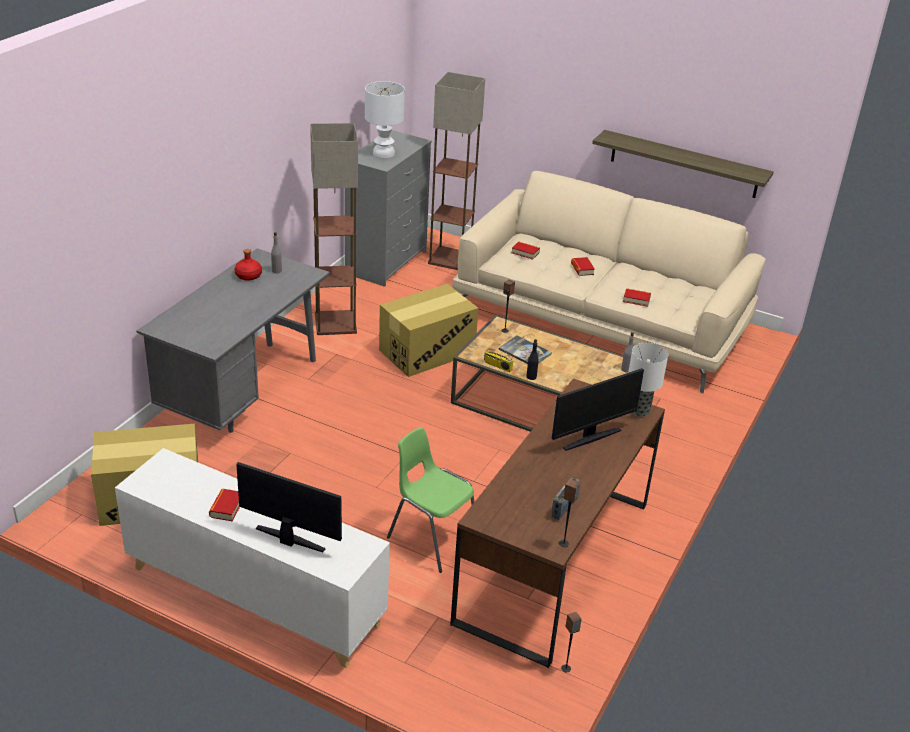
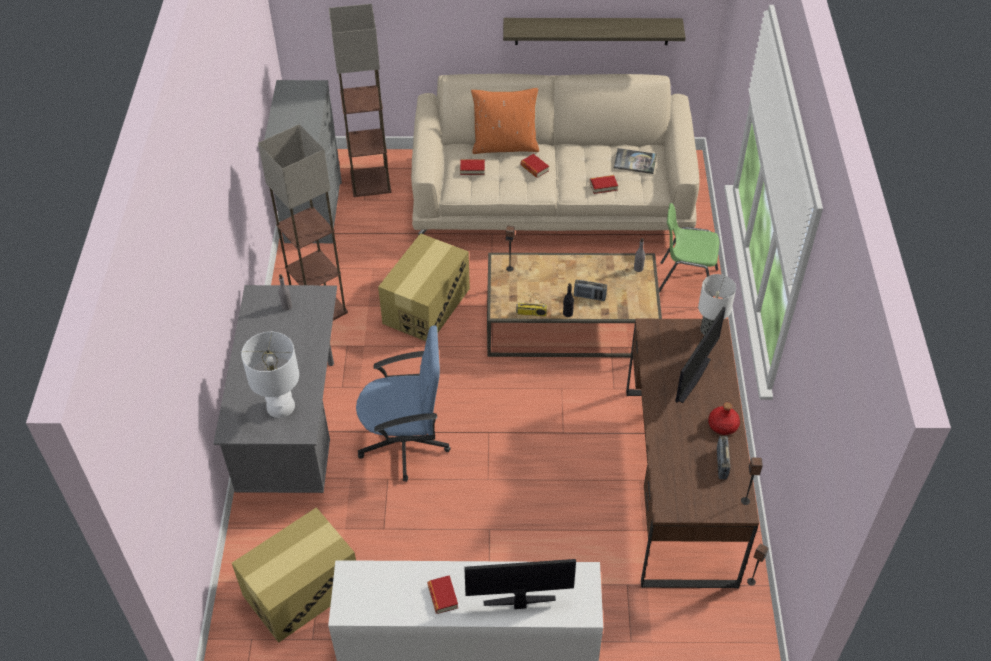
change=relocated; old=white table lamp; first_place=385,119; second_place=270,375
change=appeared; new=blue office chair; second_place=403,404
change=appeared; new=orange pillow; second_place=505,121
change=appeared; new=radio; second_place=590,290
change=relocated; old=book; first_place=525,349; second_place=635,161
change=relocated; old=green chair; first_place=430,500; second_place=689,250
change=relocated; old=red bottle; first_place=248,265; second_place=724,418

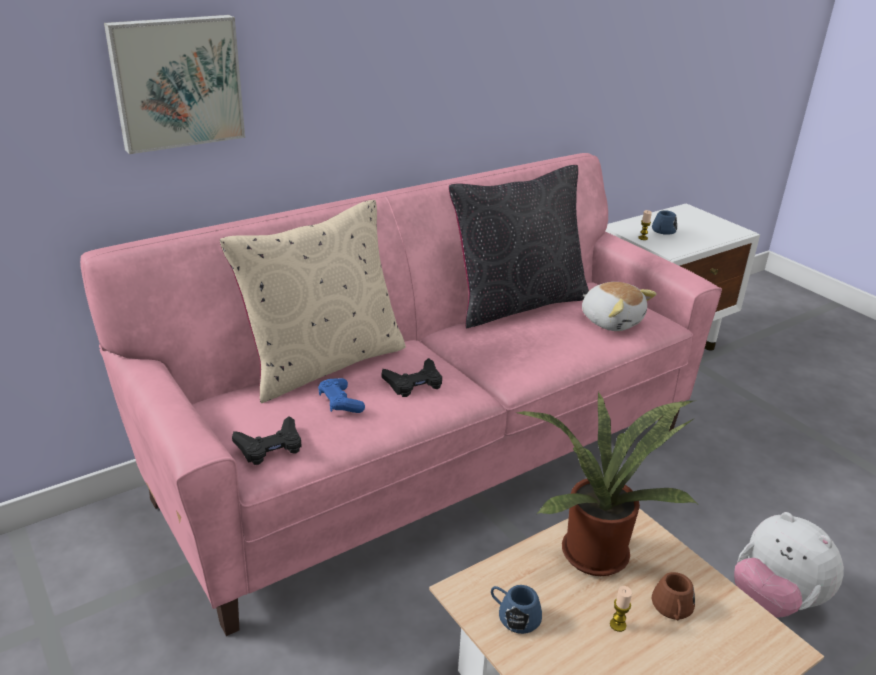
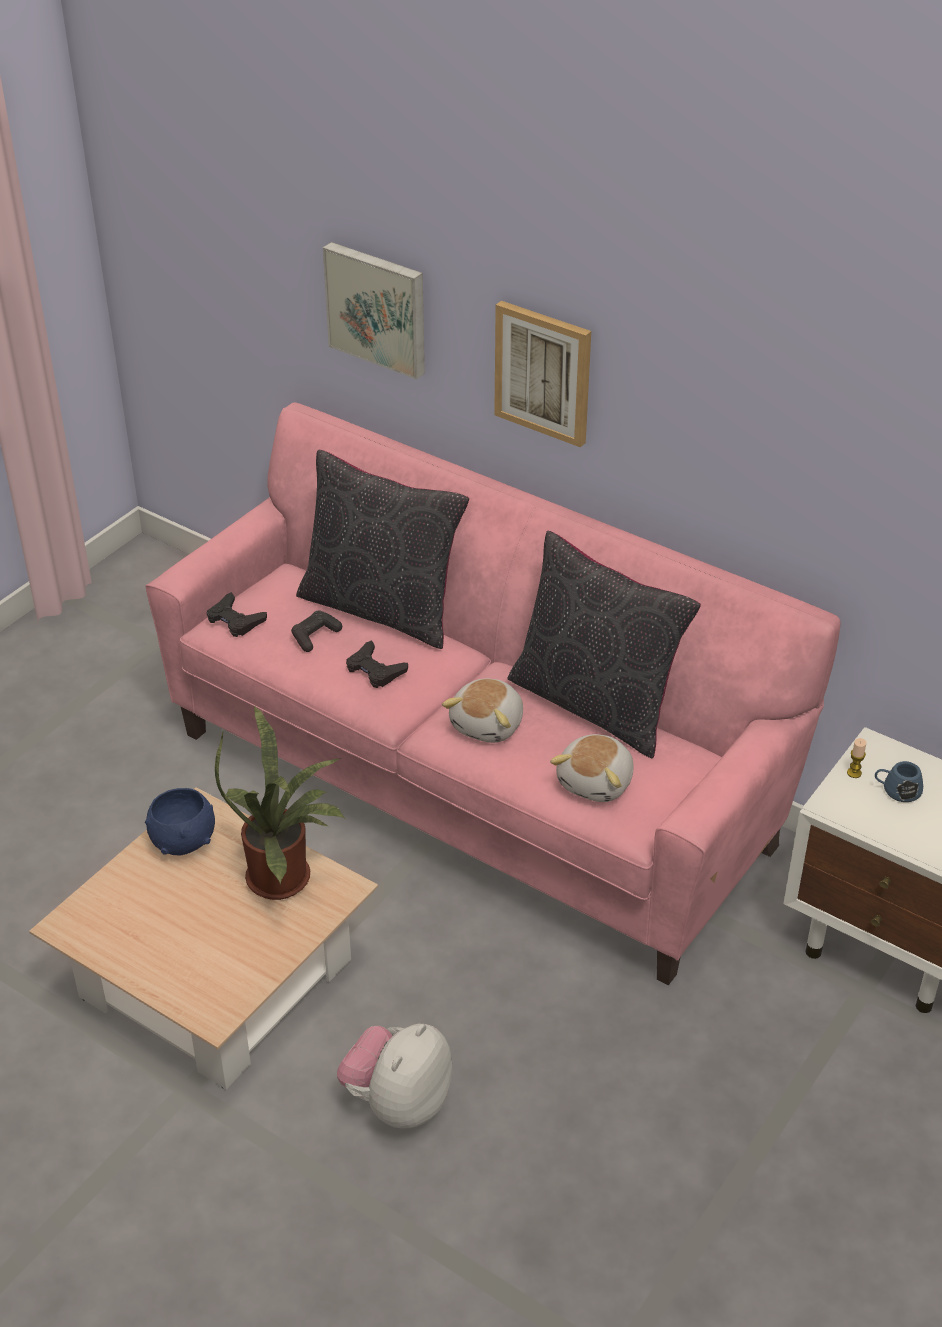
change=exchanged; old=blue mug; new=blue bowl; first_place=516,609; second_place=180,821
change=colour; old=blue game controller; new=black game controller; first_place=341,395; second_place=316,631
change=colour; old=beige pillow; new=black pillow; first_place=313,301; second_place=382,549
change=appeared; new=plush toy; second_place=482,710
change=appeared; new=picture; second_place=542,374
change=missing; old=candle; first_place=621,609
change=missing; old=brown mug; first_place=673,596

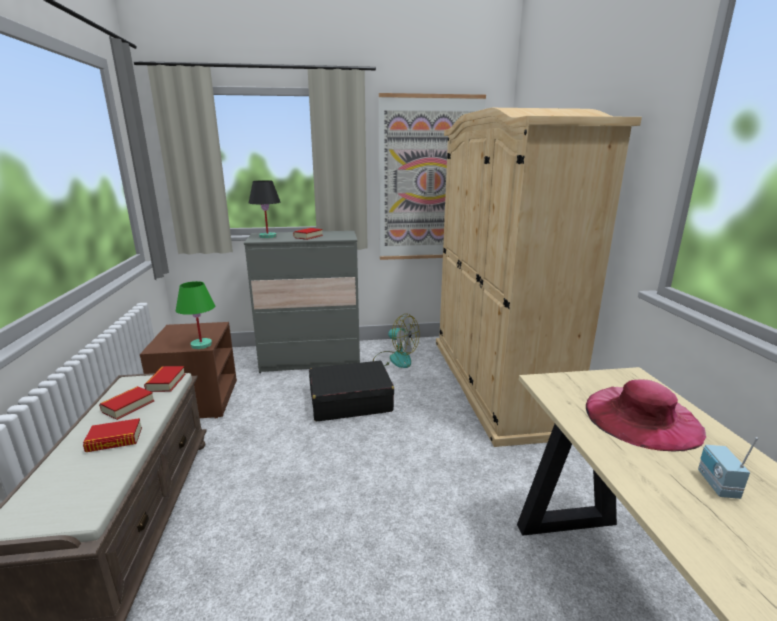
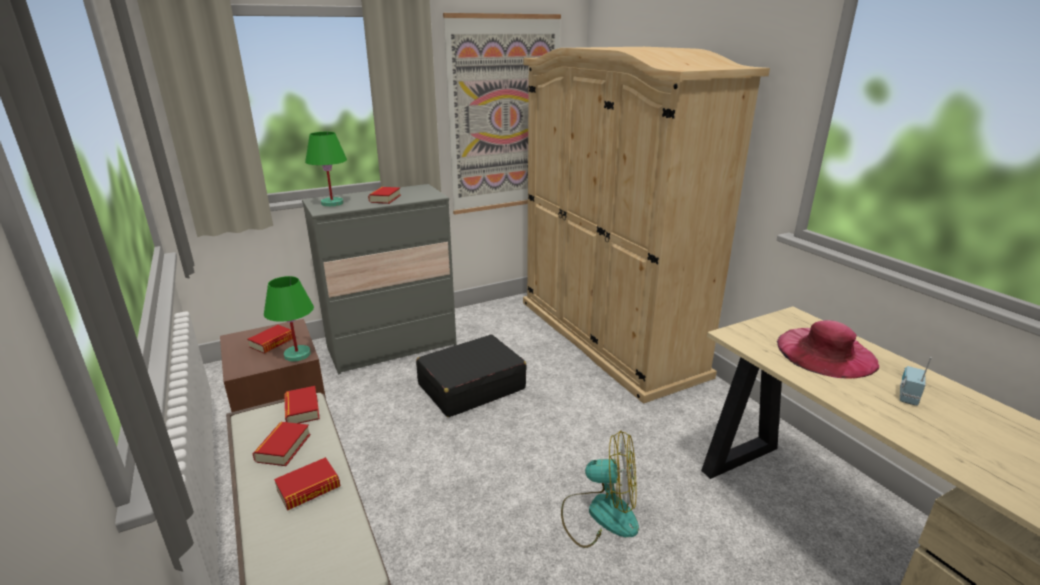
change=appeared; new=book; second_place=270,339
change=colour; old=black table lamp; new=green table lamp; first_place=264,209; second_place=326,169
change=relocated; old=fan; first_place=396,341; second_place=600,489
change=spun; old=radio; first_place=728,468; second_place=916,381; degrees=45

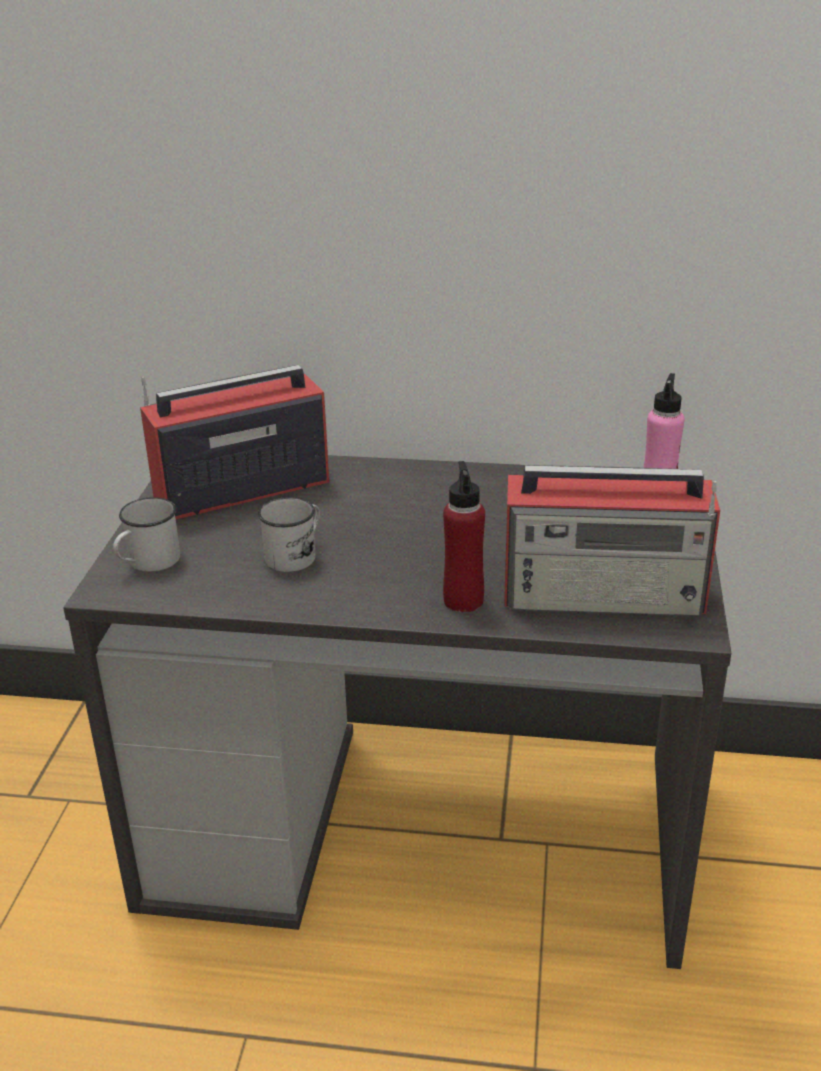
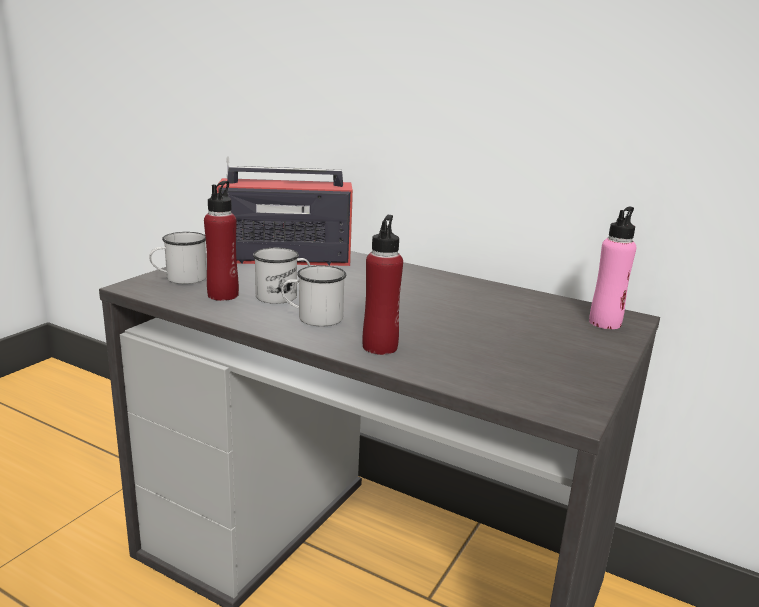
change=appeared; new=red bottle; second_place=221,241
change=appeared; new=white mug; second_place=313,296
change=missing; old=radio; first_place=612,541

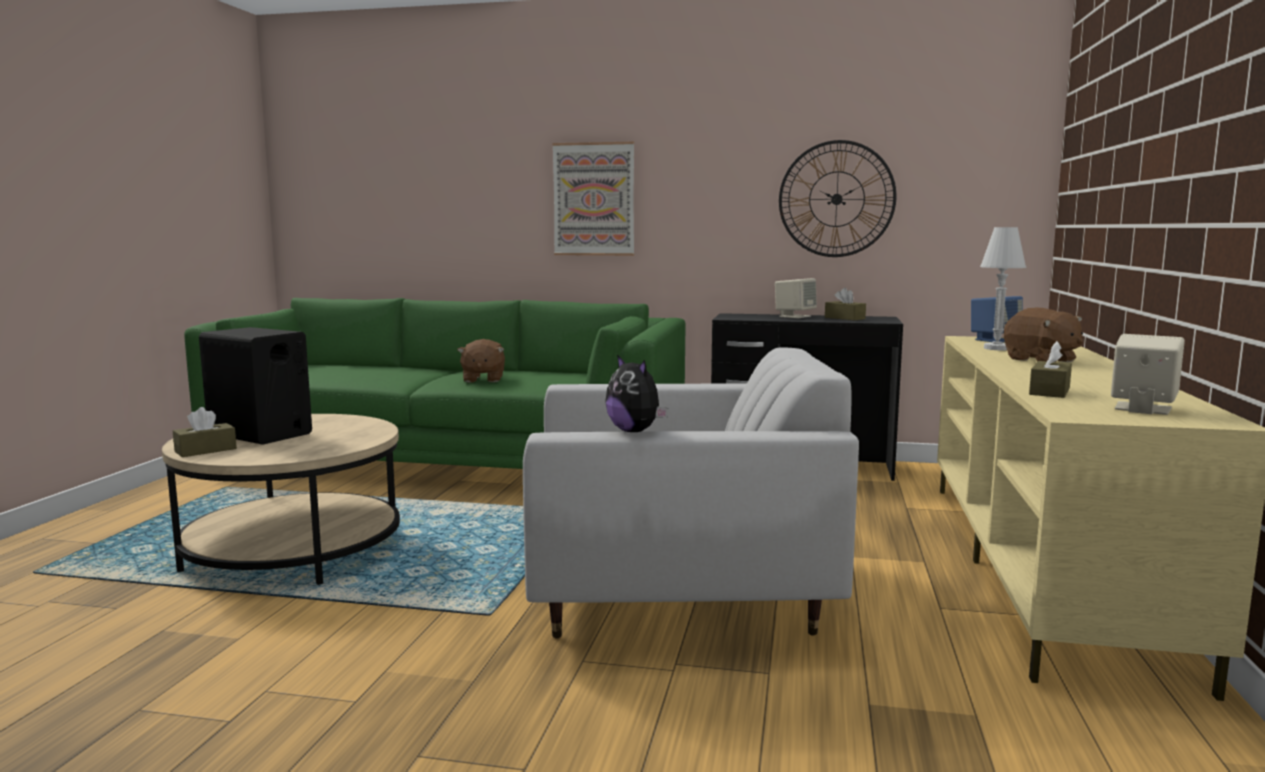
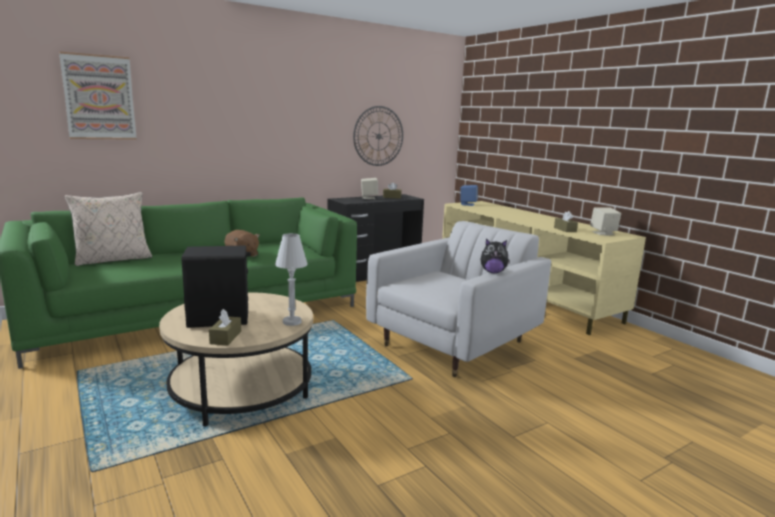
change=relocated; old=picture; first_place=593,199; second_place=98,95
change=appeared; new=beige pillow; second_place=108,229
change=relocated; old=white table lamp; first_place=1003,288; second_place=291,279
change=missing; old=brown plush toy; first_place=1043,335

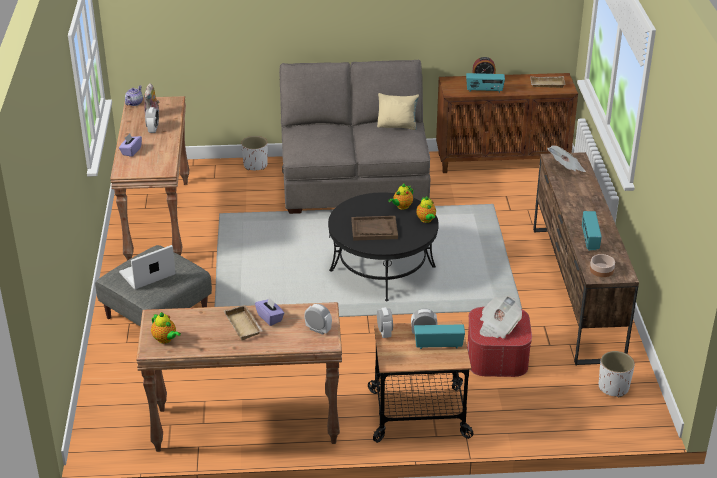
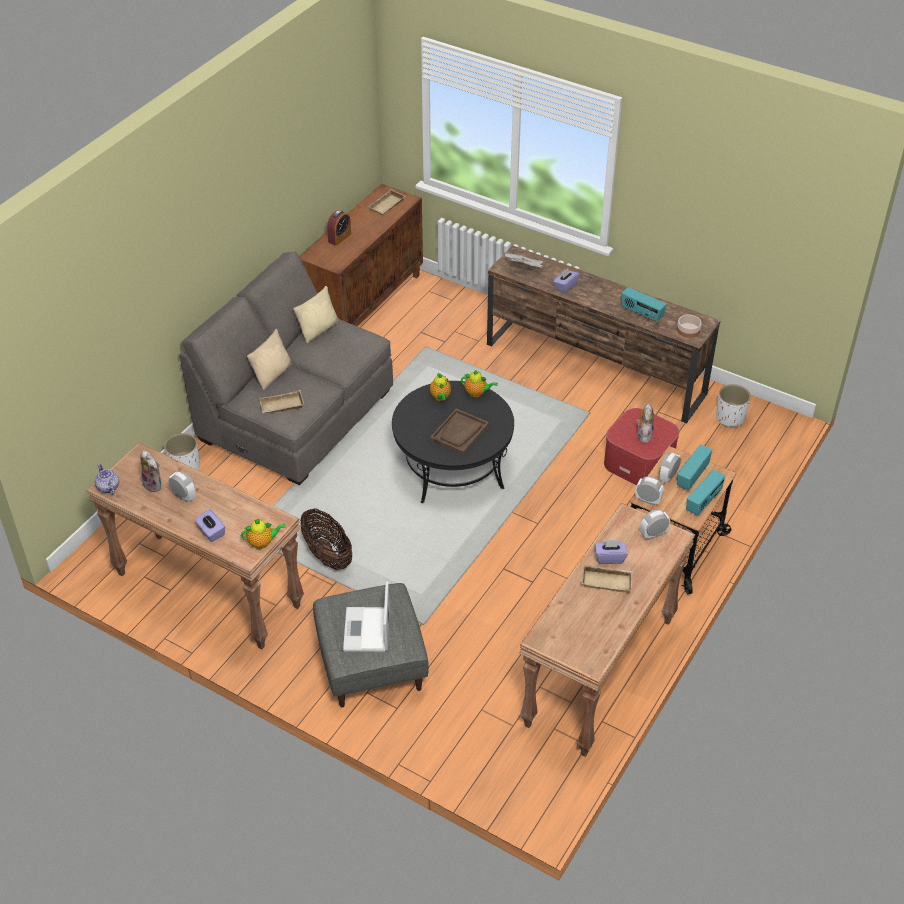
change=relocated; old=teapot; first_place=166,328; second_place=263,534
change=appeared; new=beige pillow; second_place=269,359
change=appeared; new=beige tray; second_place=281,401
change=appeared; new=basket; second_place=326,539
change=appeared; new=purple tissue box; second_place=566,280
change=exchanged; old=newspaper; new=plush toy; first_place=501,317; second_place=645,423
change=relocated; old=radio; first_place=485,83; second_place=705,493

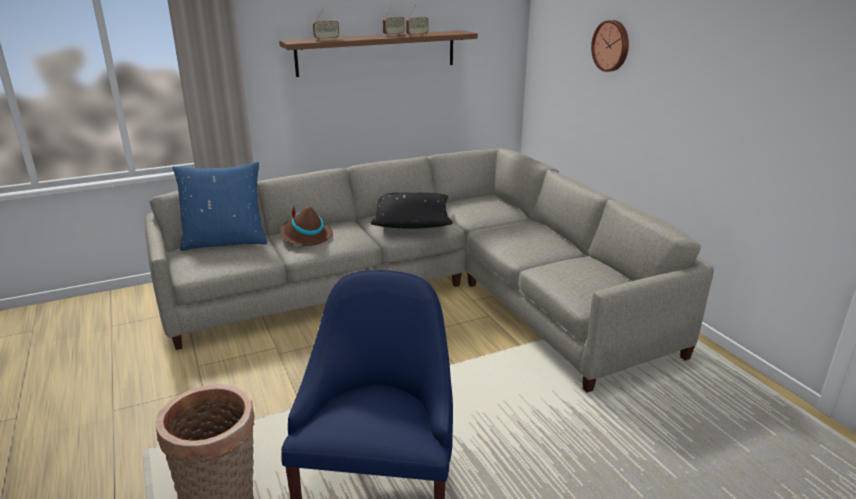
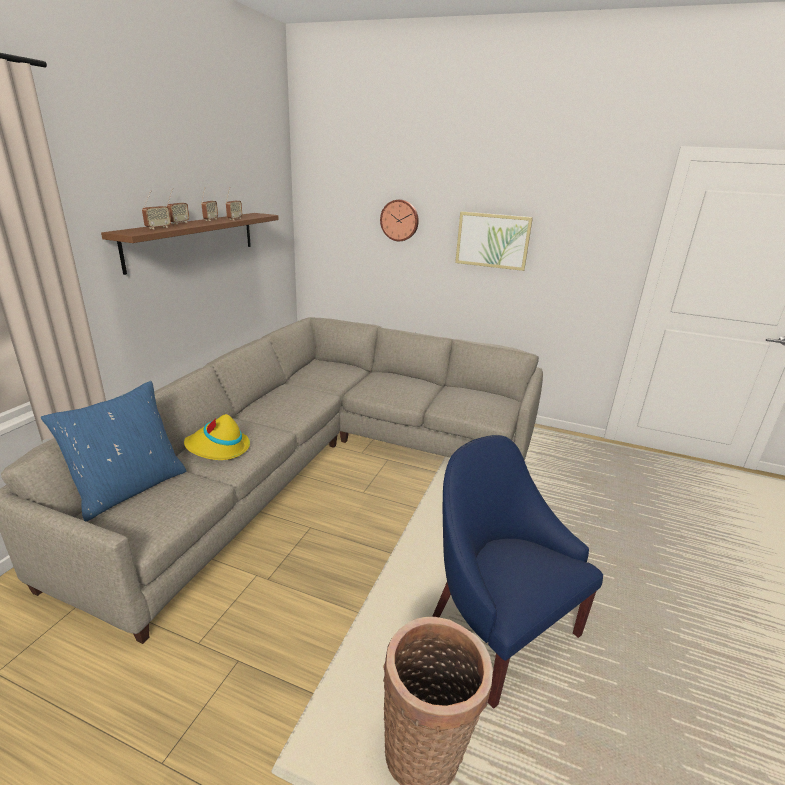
change=appeared; new=radio; second_place=178,206
change=colour; old=brown hat; new=yellow hat; first_place=306,226; second_place=217,437
change=appeared; new=picture; second_place=494,241
change=missing; old=black pillow; first_place=411,211

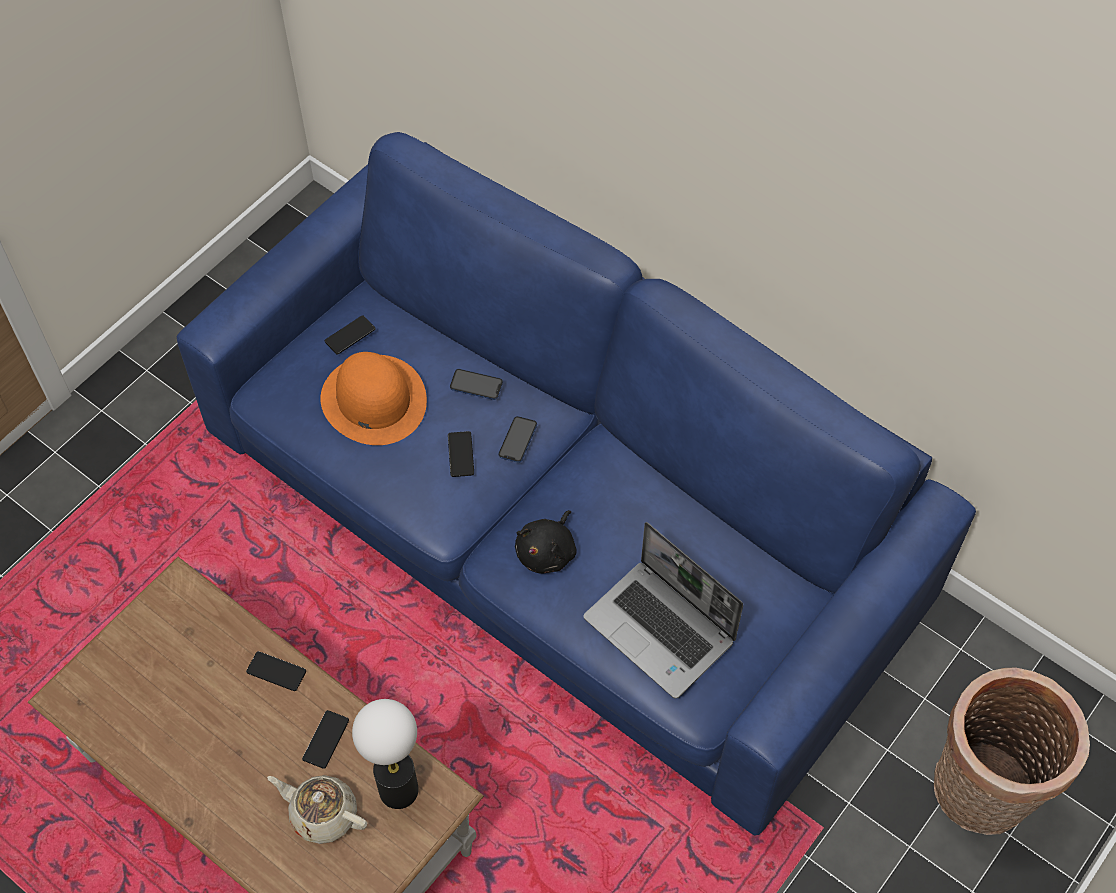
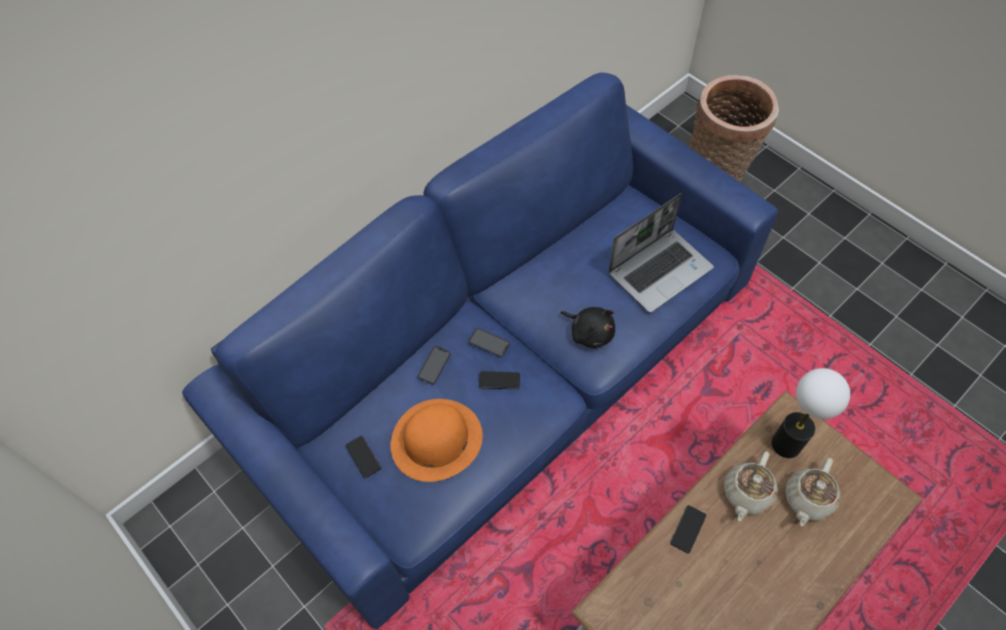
change=exchanged; old=phone; new=beige teapot; first_place=325,739; second_place=751,486

